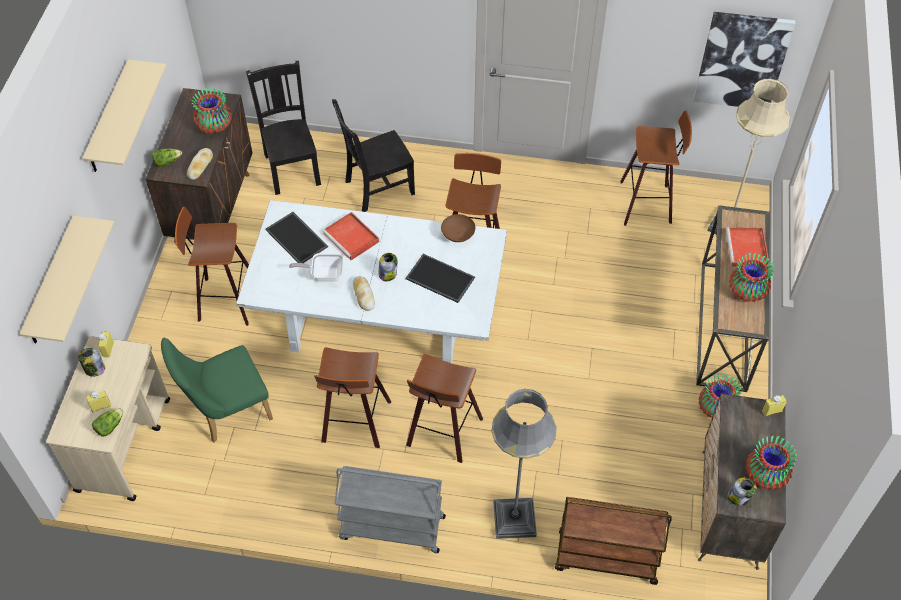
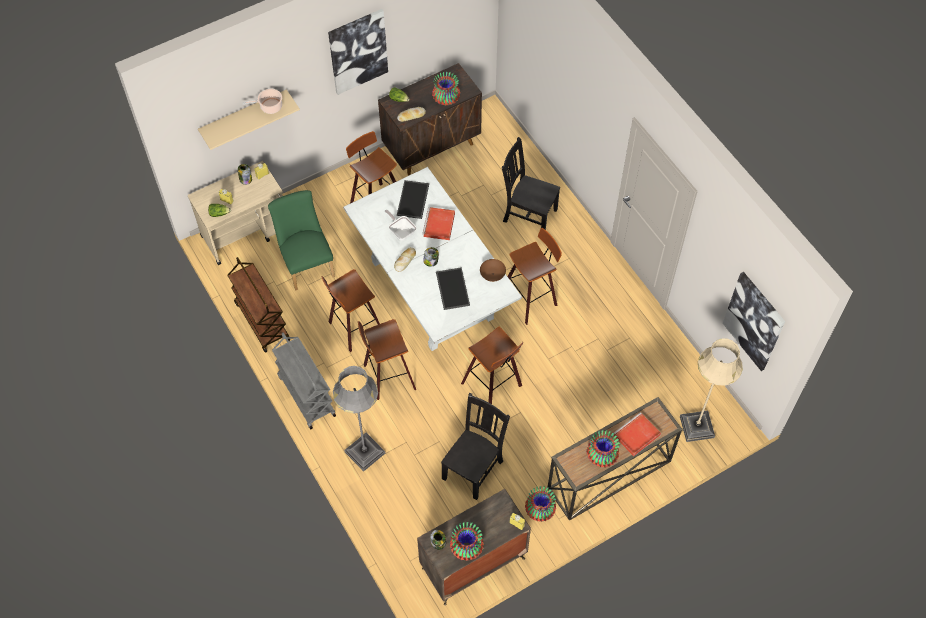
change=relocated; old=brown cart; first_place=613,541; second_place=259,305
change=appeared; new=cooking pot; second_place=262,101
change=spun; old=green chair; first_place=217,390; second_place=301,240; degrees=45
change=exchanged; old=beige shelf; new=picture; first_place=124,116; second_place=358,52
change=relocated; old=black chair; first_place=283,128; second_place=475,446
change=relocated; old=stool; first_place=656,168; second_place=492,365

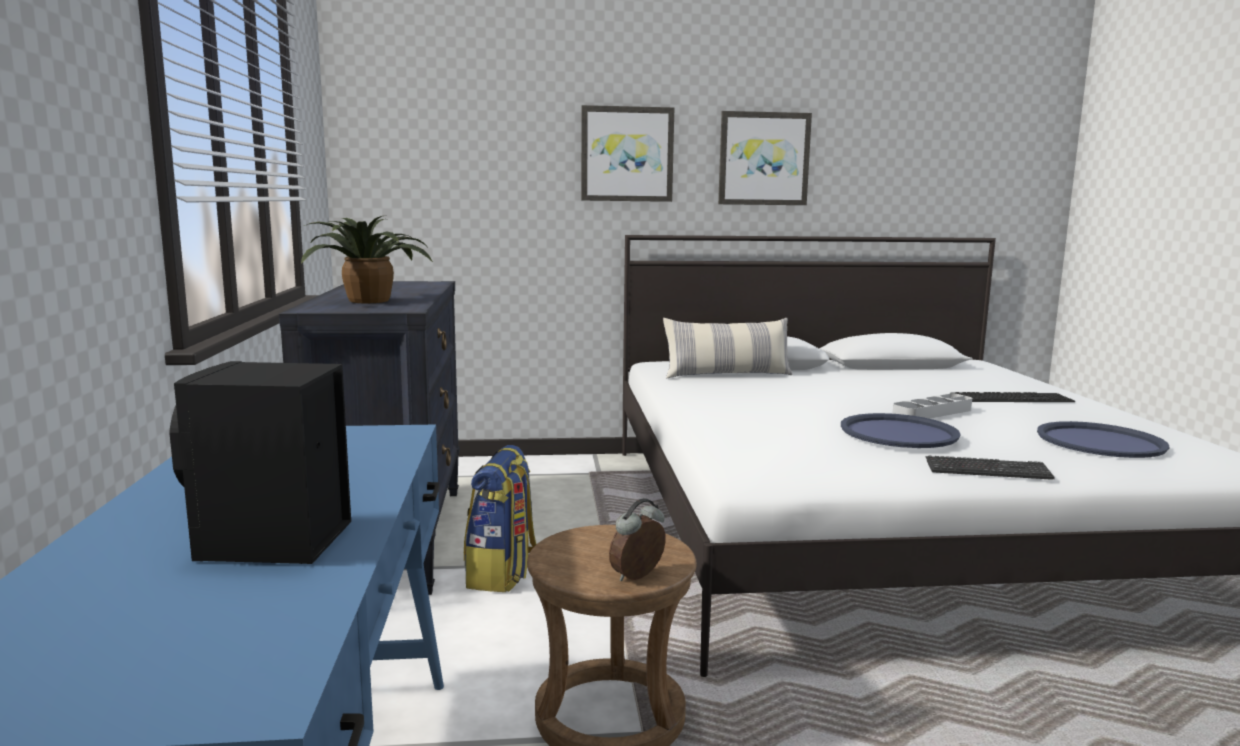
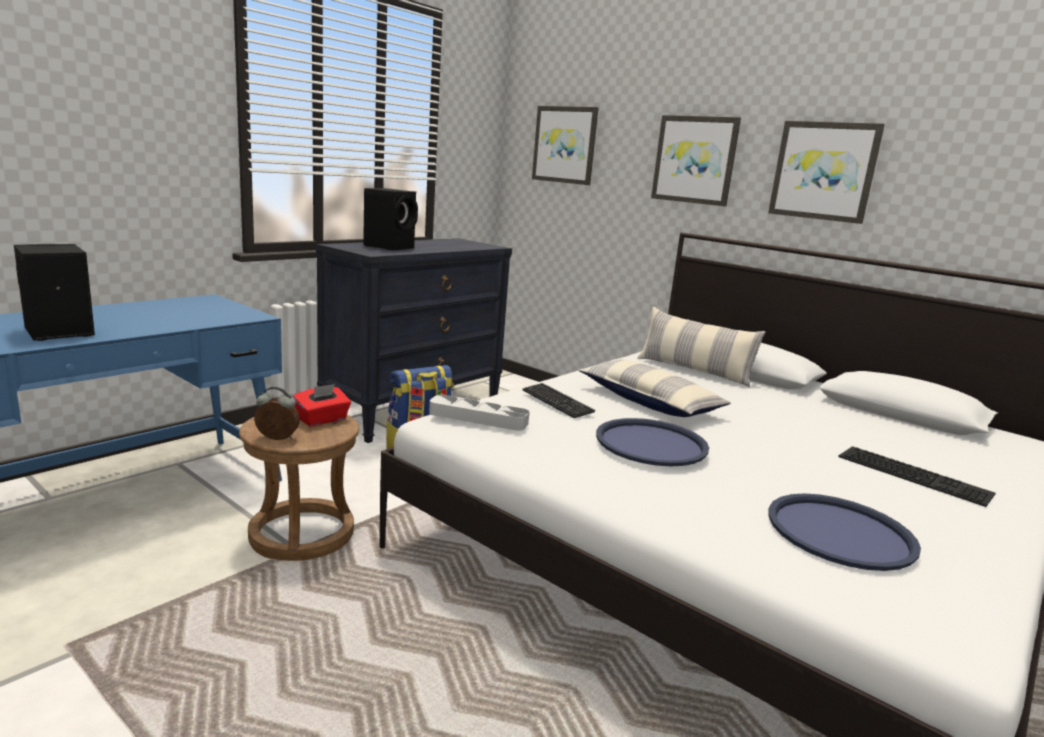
change=appeared; new=red tissue box; second_place=322,405
change=exchanged; old=potted plant; new=black speaker; first_place=367,259; second_place=390,219
change=relocated; old=grey tray; first_place=932,406; second_place=479,413
change=relocated; old=keyboard; first_place=990,467; second_place=559,400
change=appeared; new=picture; second_place=565,145
change=appeared; new=pillow; second_place=655,388

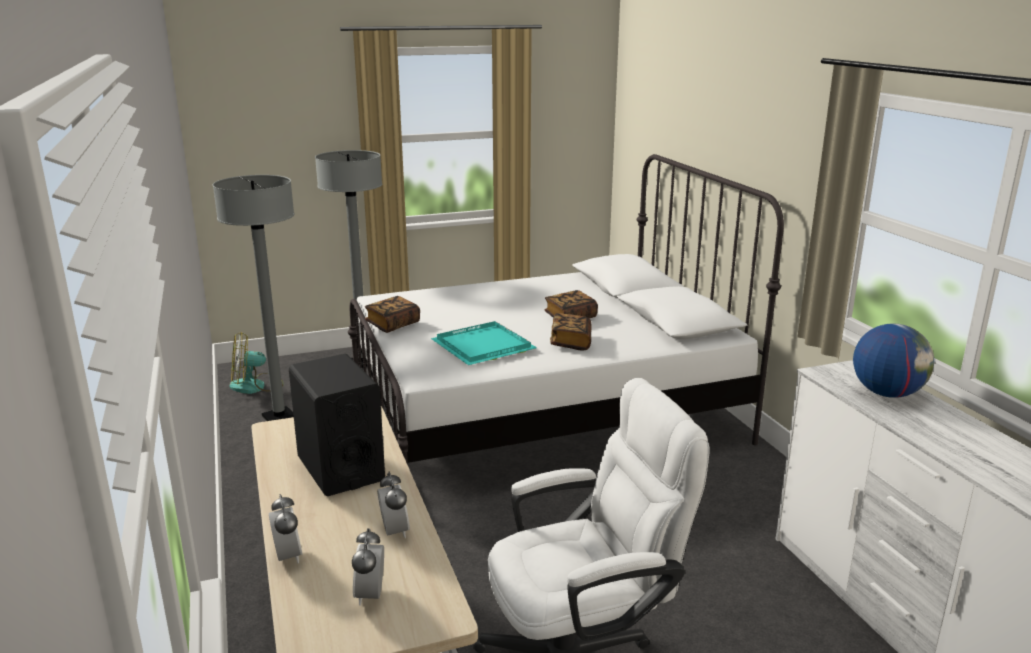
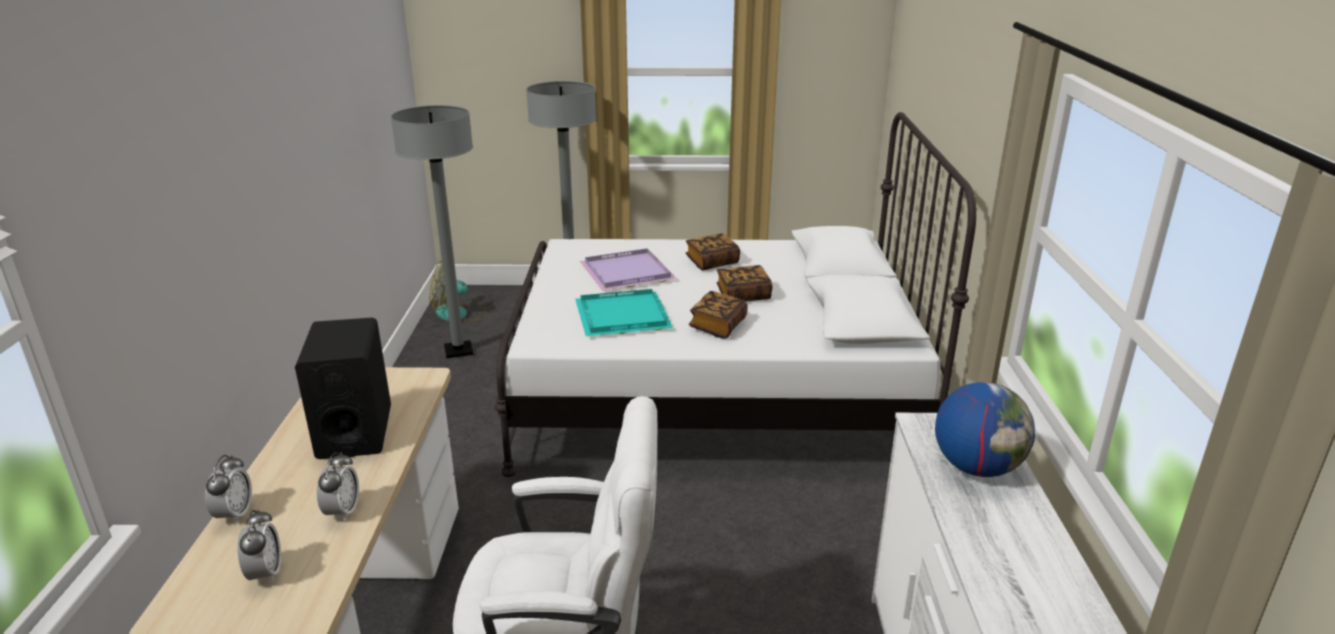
change=spun; old=alarm clock; first_place=368,567; second_place=259,546; degrees=150
change=appeared; new=purple tray; second_place=628,270
change=relocated; old=book; first_place=392,314; second_place=713,252

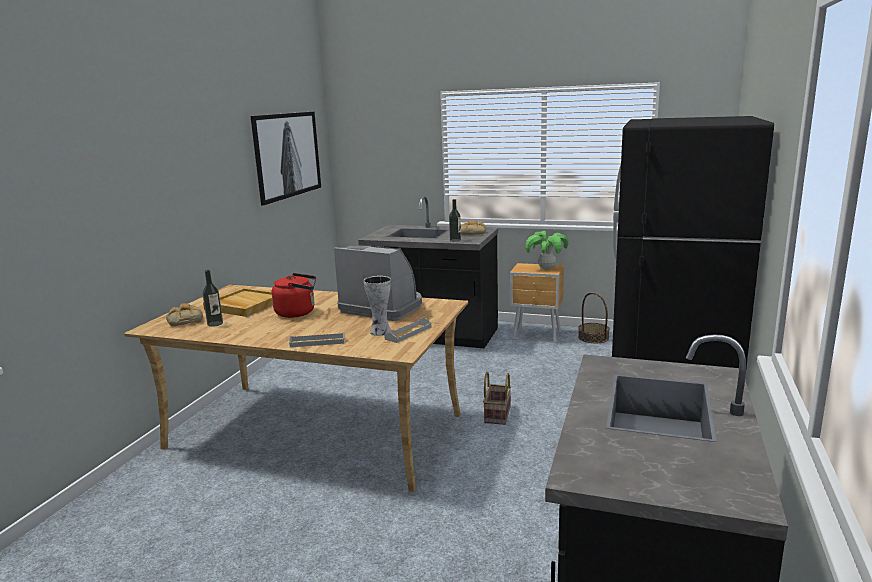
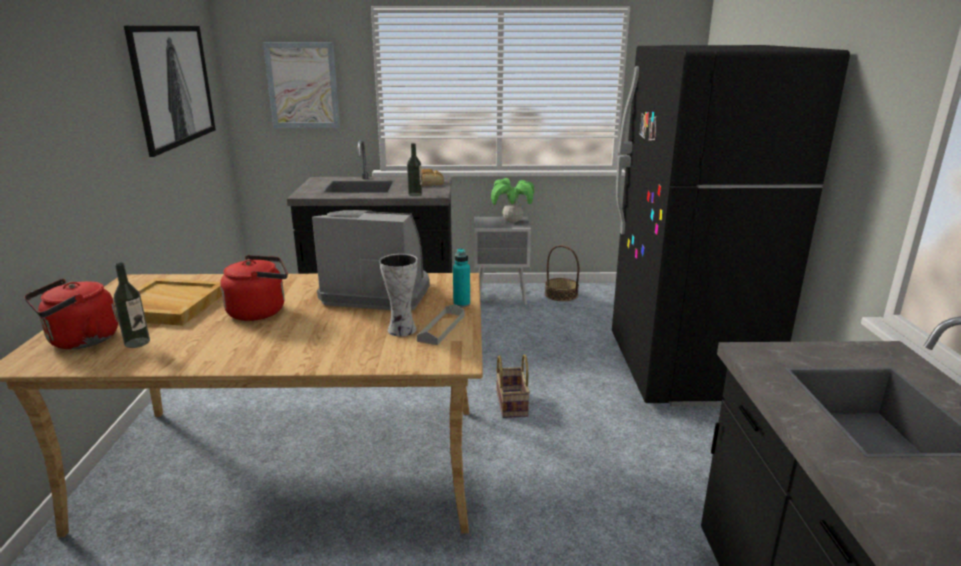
change=exchanged; old=bread; new=red kettle; first_place=184,314; second_place=71,314
change=appeared; new=picture; second_place=301,85
change=appeared; new=turquoise bottle; second_place=461,277
change=colour; old=brown nightstand; new=grey nightstand; first_place=537,303; second_place=502,261
change=missing; old=grey tray; first_place=317,339

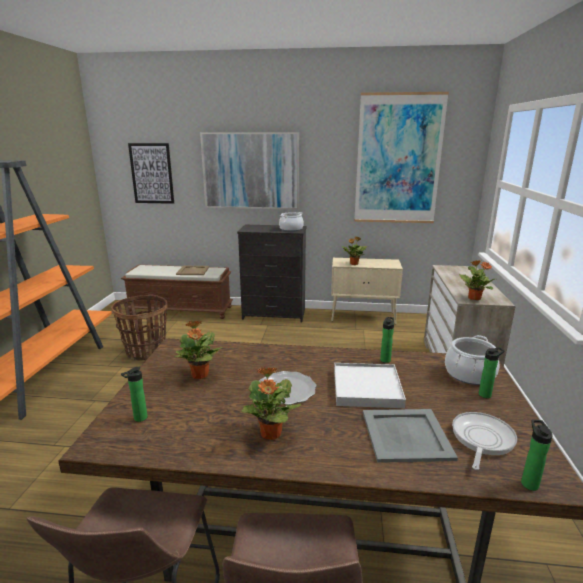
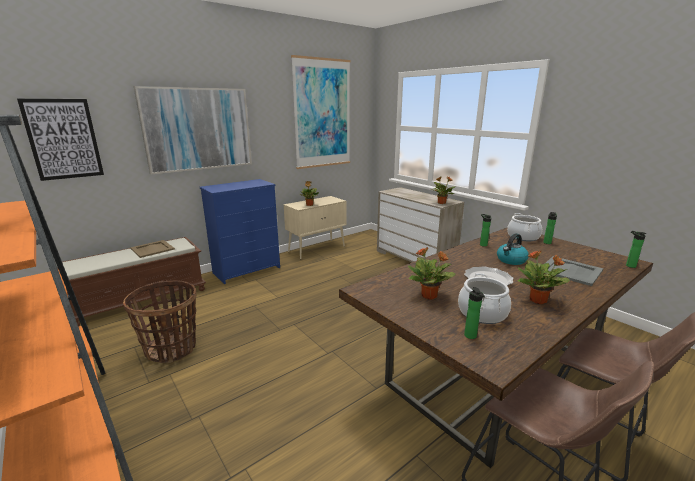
change=colour; old=black dresser; new=blue dresser; first_place=272,274; second_place=240,231
change=relocated; old=cooking pot; first_place=291,222; second_place=484,298
change=exchanged; old=white tray; new=kettle; first_place=370,385; second_place=513,249
change=missing; old=frying pan; first_place=484,441

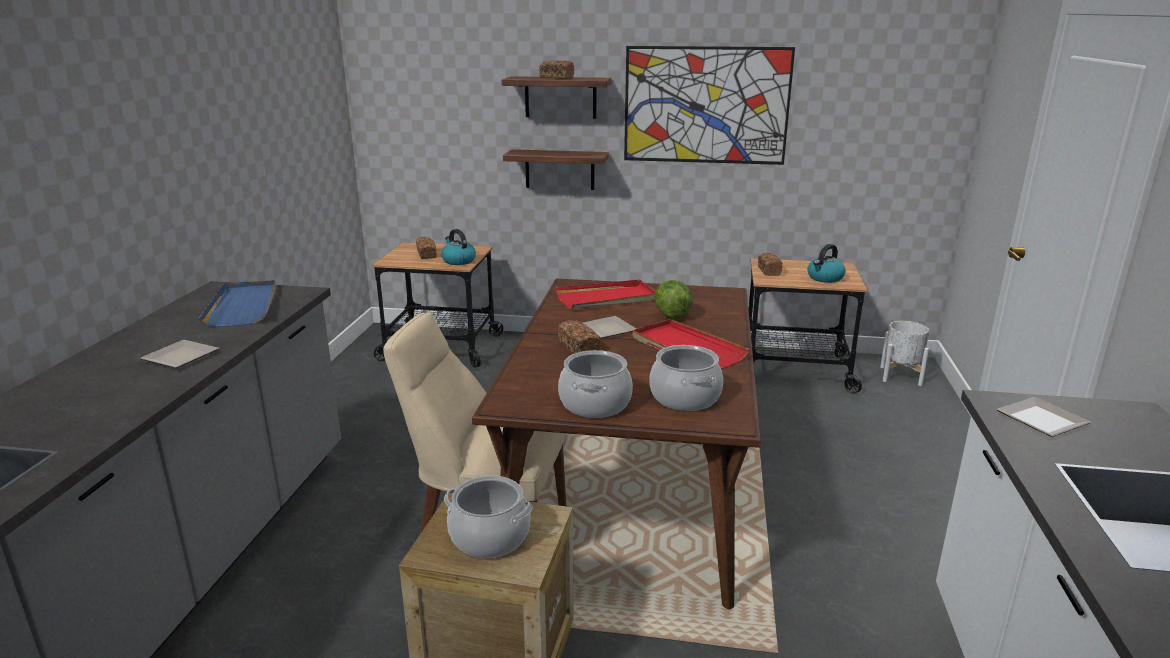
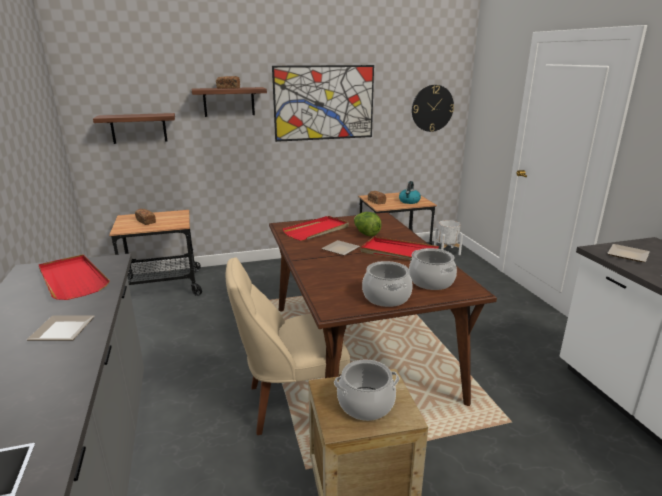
change=colour; old=blue tray; new=red tray; first_place=237,303; second_place=74,277
change=relocated; old=shelf; first_place=556,169; second_place=134,128
change=appeared; new=wall clock; second_place=433,108
change=missing; old=kettle; first_place=458,247
change=missing; old=bread; first_place=579,336

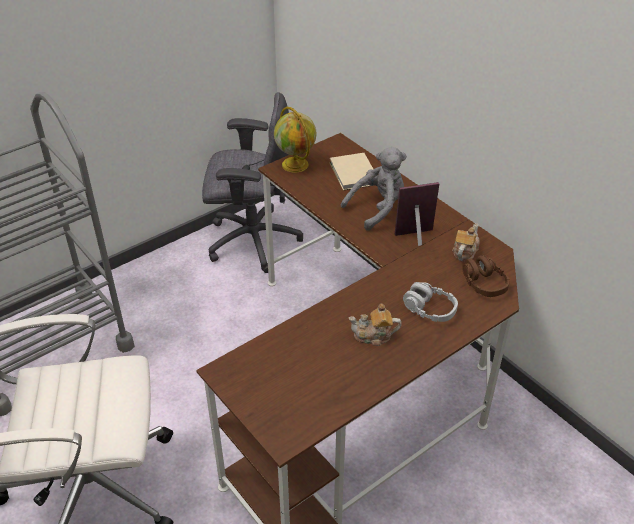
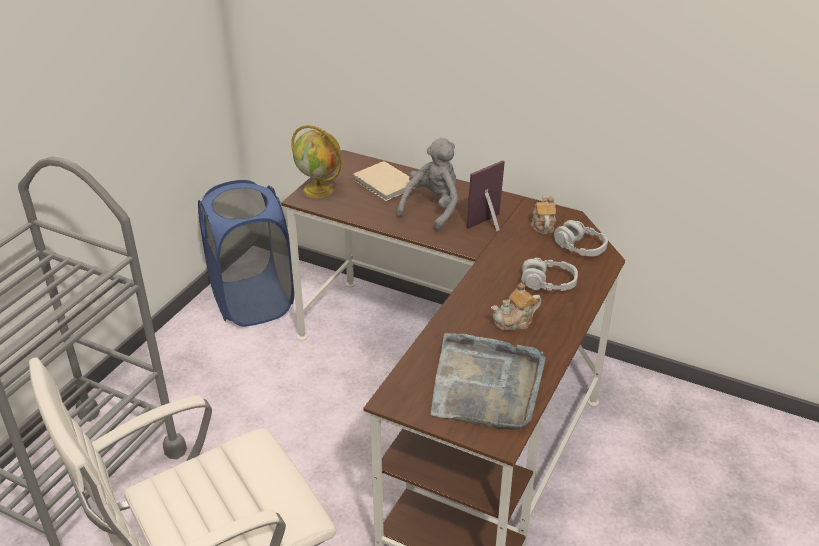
change=exchanged; old=grey office chair; new=blue laundry basket; first_place=252,182; second_place=246,253
change=appeared; new=grey tray; second_place=488,381
change=colour; old=brown headphones; new=grey headphones; first_place=485,276; second_place=581,238

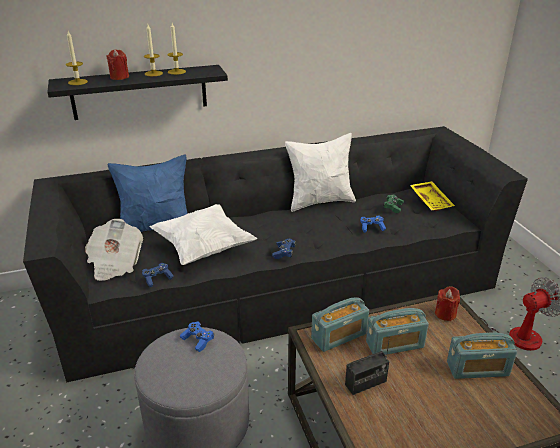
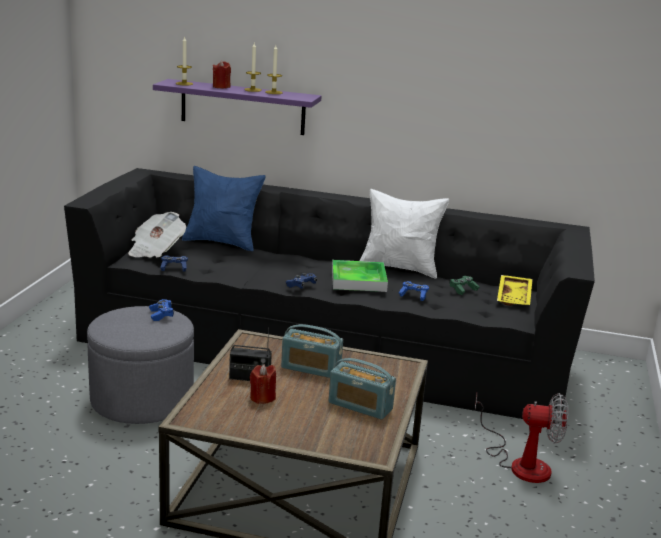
change=colour; old=black shelf; new=purple shelf; first_place=137,92; second_place=237,107
change=relocated; old=red candle; first_place=447,303; second_place=263,384
change=appeared; new=tray; second_place=360,276
change=missing; old=white pillow; first_place=203,234
change=missing; old=radio; first_place=340,324

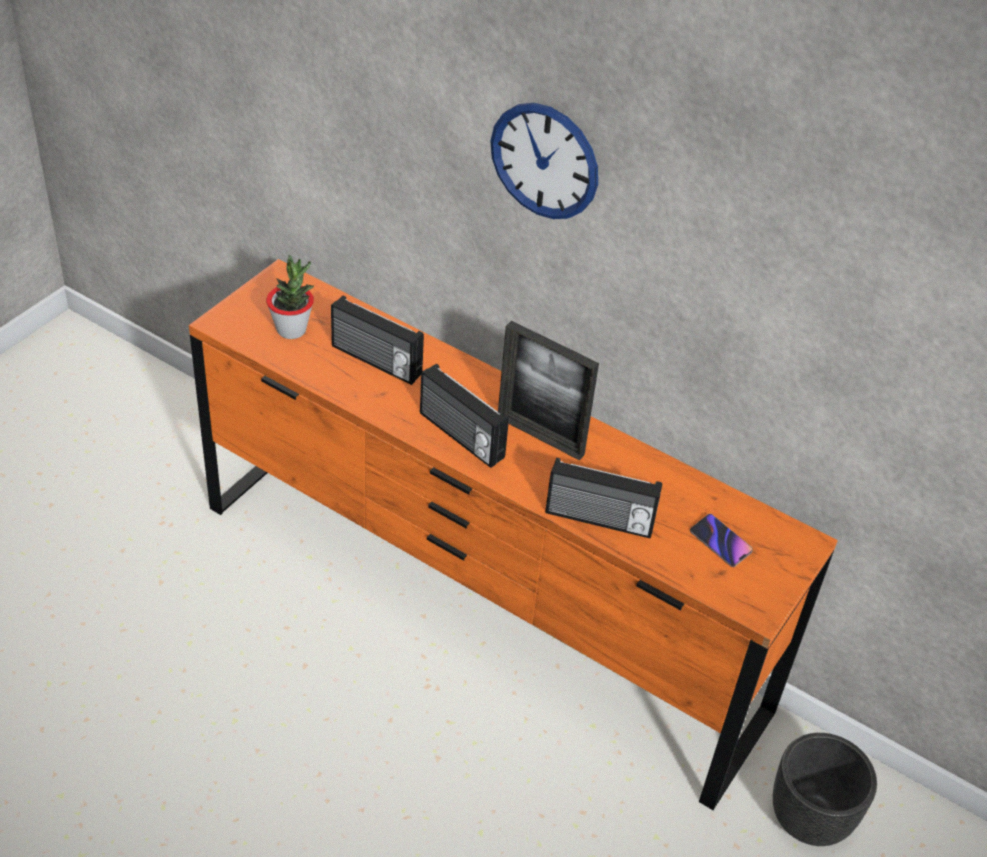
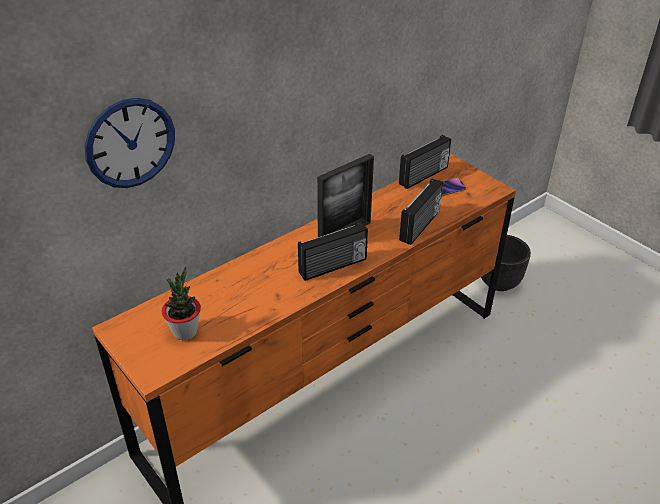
change=relocated; old=wall clock; first_place=544,161; second_place=130,143
change=relocated; old=radio; first_place=377,340; second_place=425,162

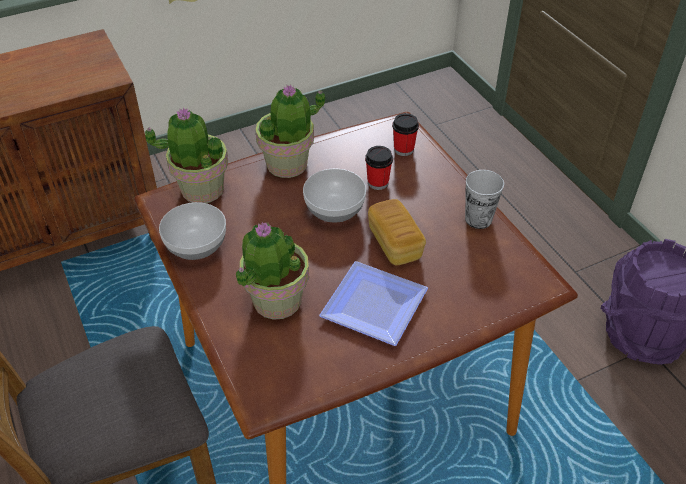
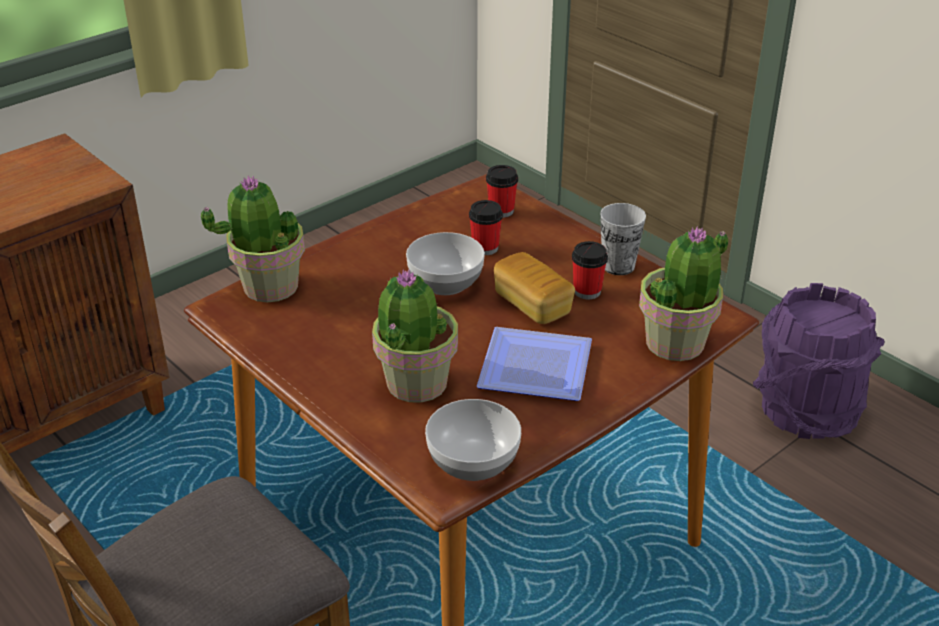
change=relocated; old=bowl; first_place=192,231; second_place=473,440
change=appeared; new=cup; second_place=590,270
change=relocated; old=potted plant; first_place=290,131; second_place=683,293

